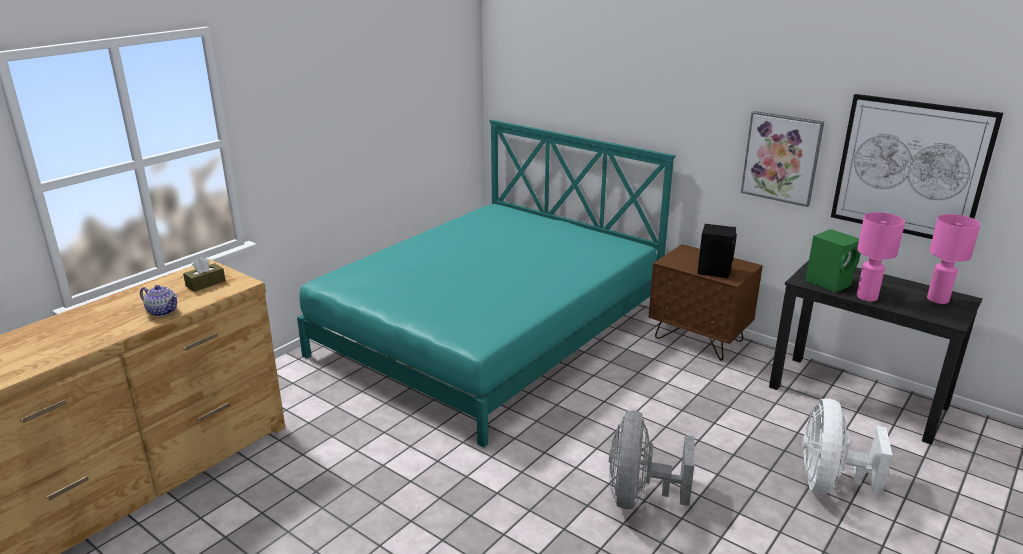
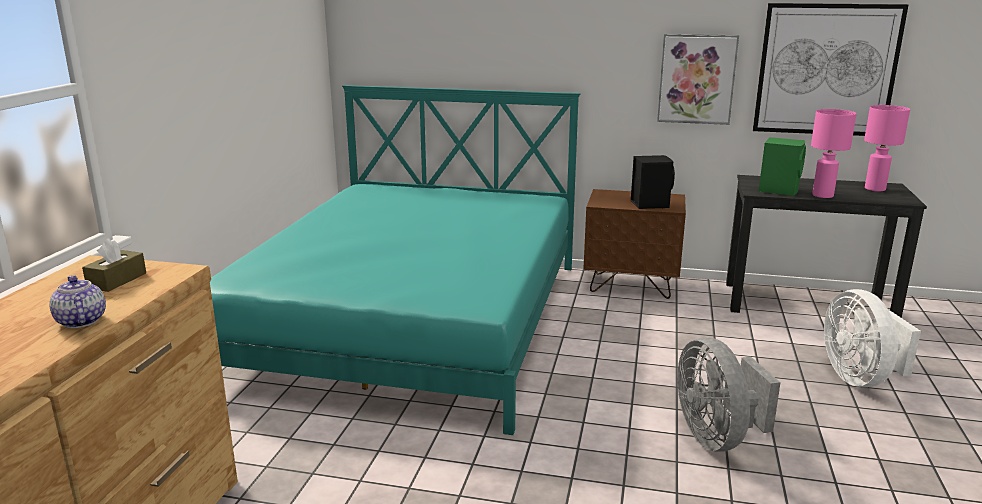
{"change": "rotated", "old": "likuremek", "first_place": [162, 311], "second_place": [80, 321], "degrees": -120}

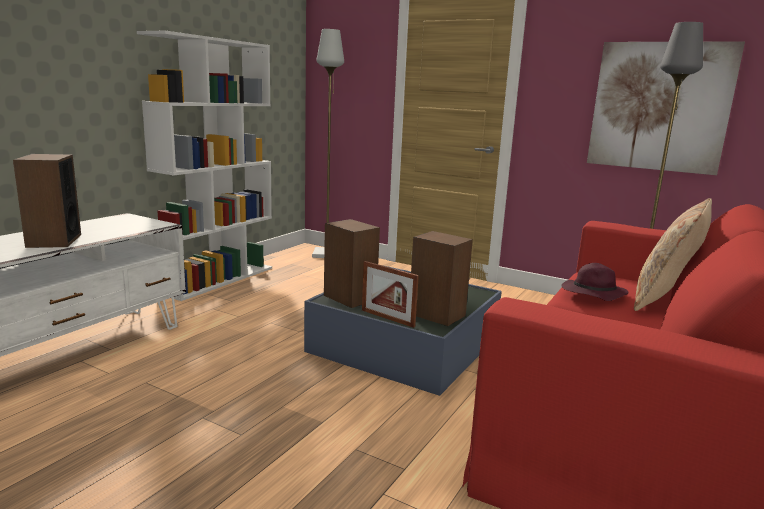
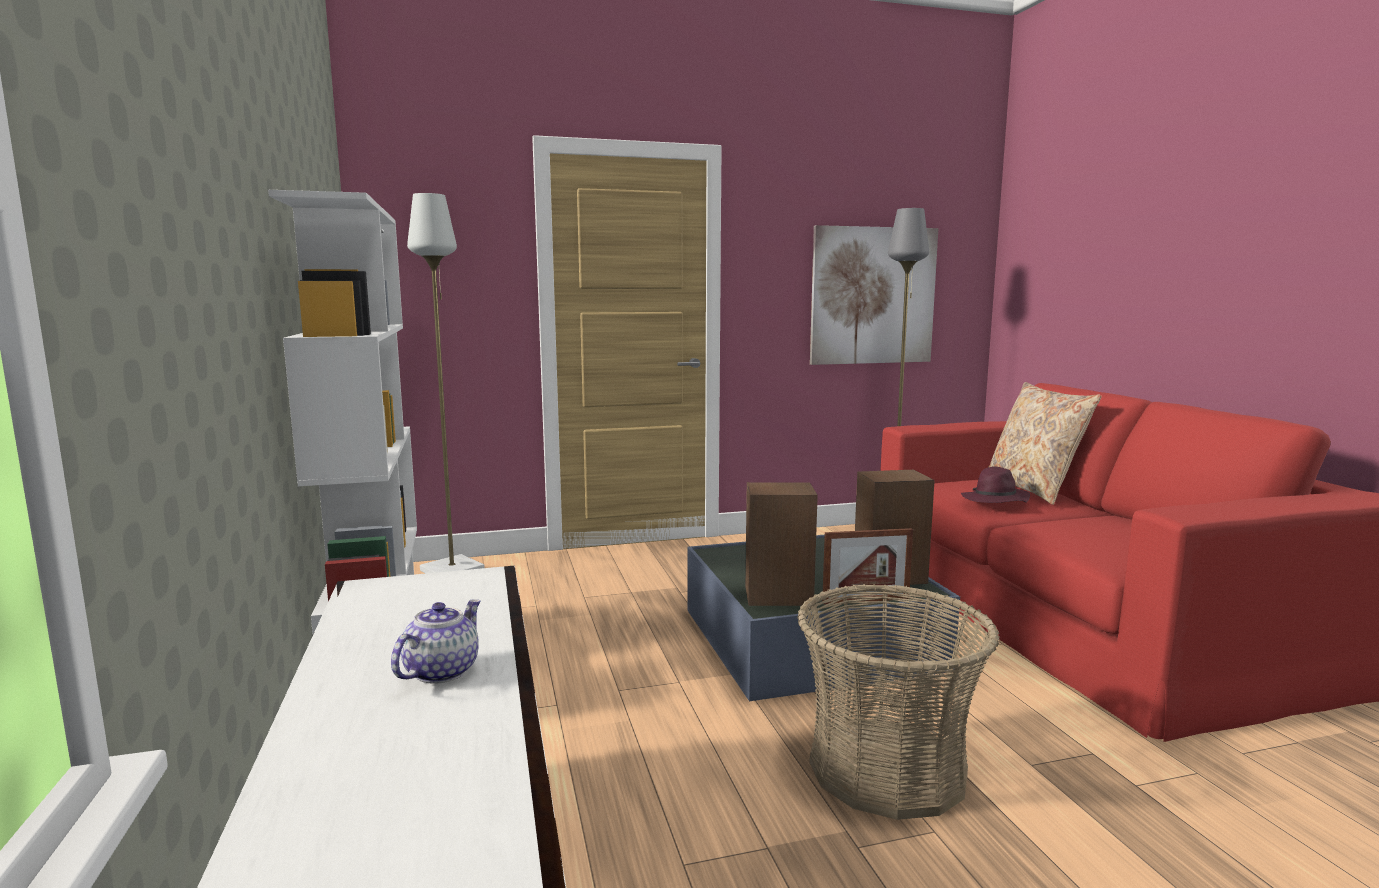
{"change": "swapped", "old": "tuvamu", "new": "likuremek", "first_place": [54, 241], "second_place": [441, 671]}
{"change": "new", "new": "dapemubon", "second_place": [886, 768]}

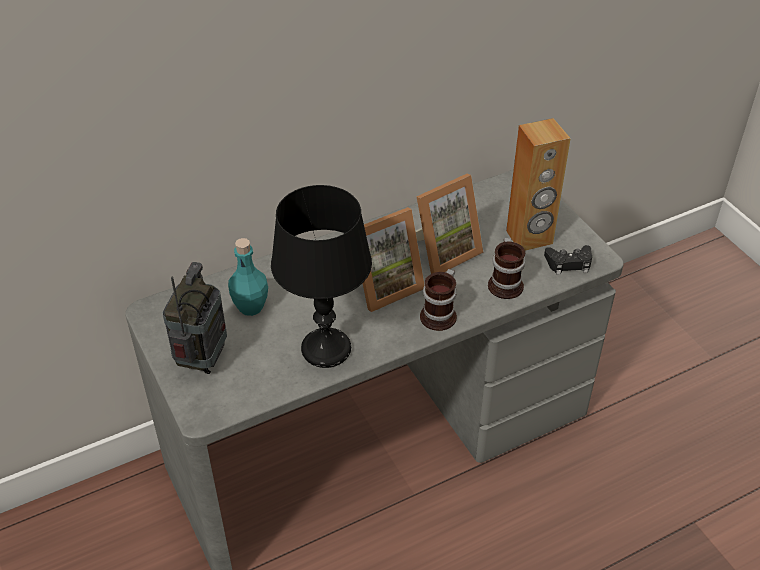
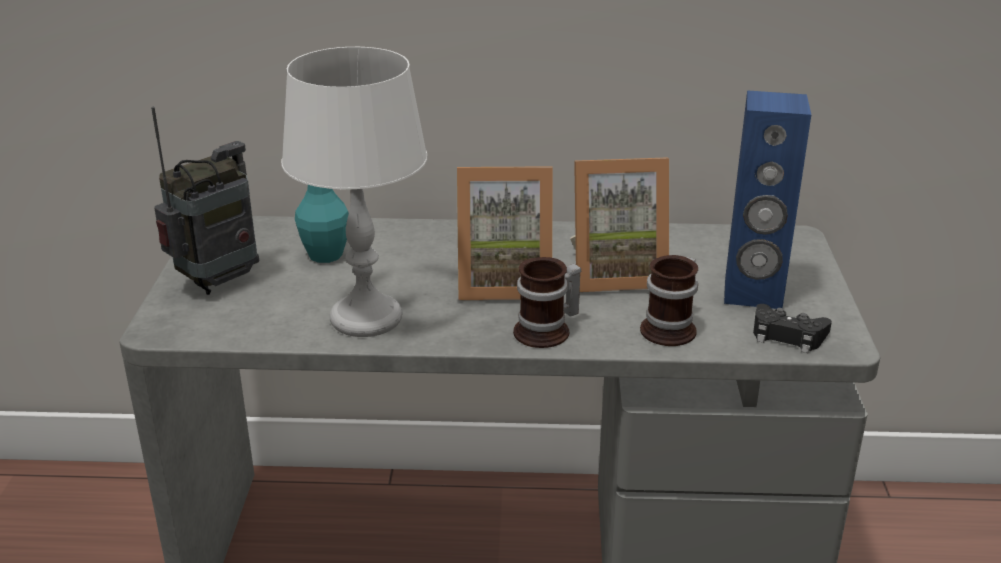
{"change": "repainted", "old": "tuvamu (brown)", "new": "tuvamu (blue)", "first_place": [529, 237], "second_place": [753, 294]}
{"change": "repainted", "old": "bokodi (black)", "new": "bokodi (white)", "first_place": [326, 350], "second_place": [365, 318]}

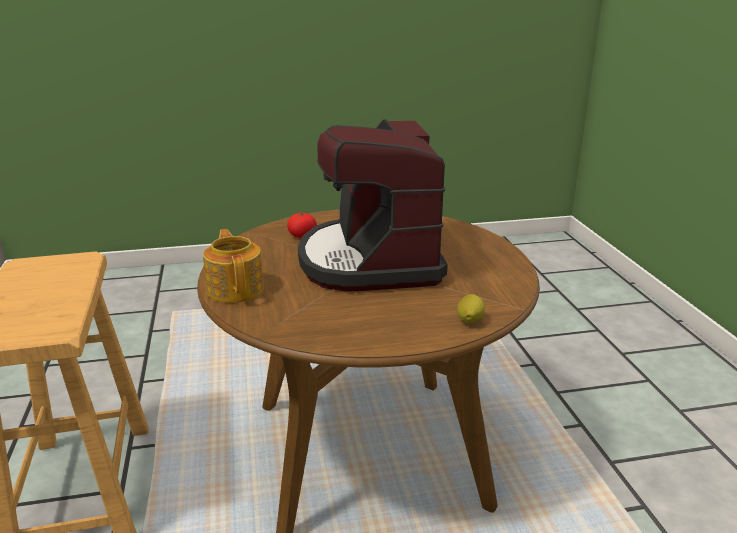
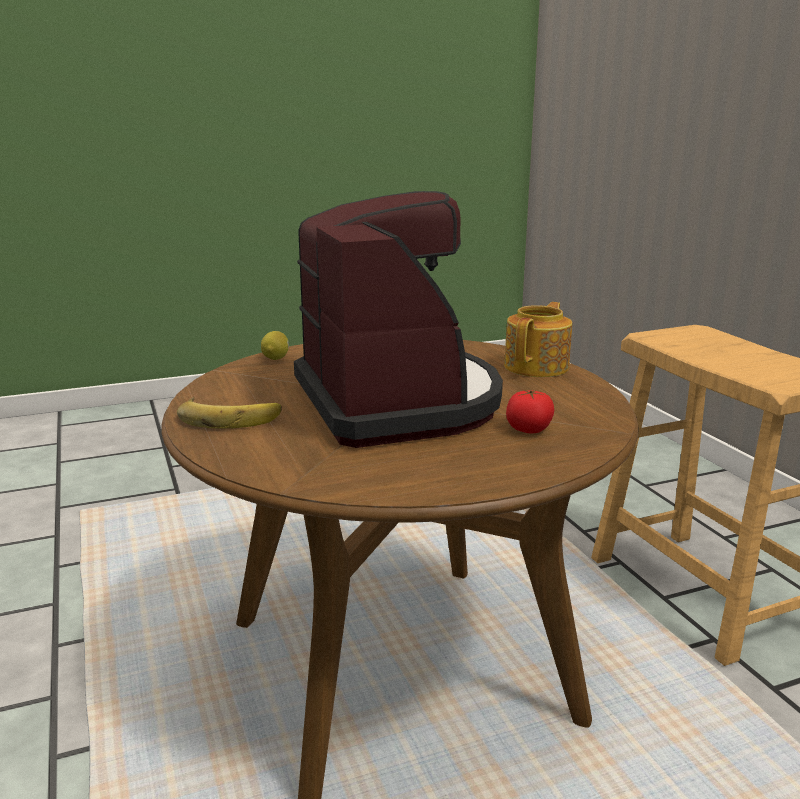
{"change": "rotated", "old": "likuremek", "first_place": [236, 289], "second_place": [537, 367], "degrees": -120}
{"change": "new", "new": "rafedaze", "second_place": [230, 416]}

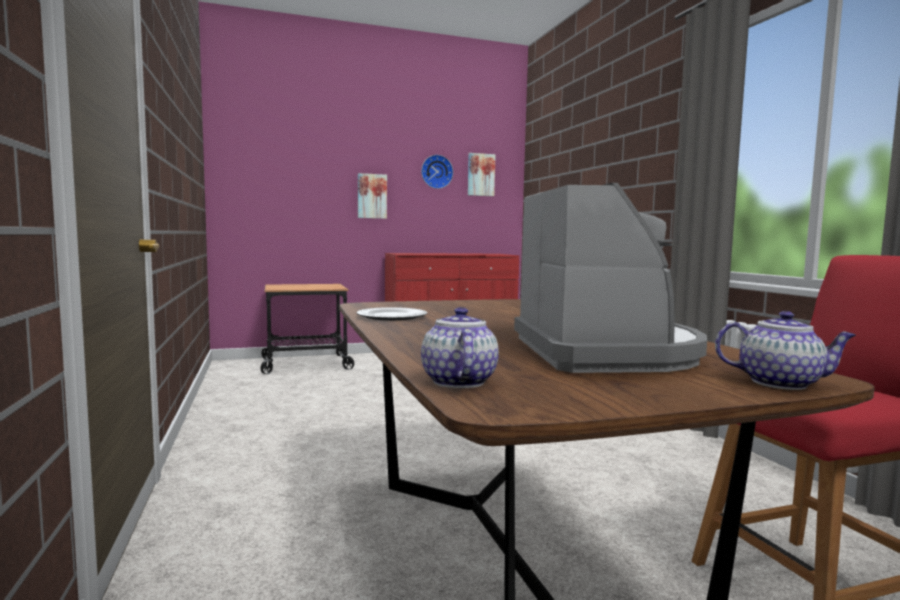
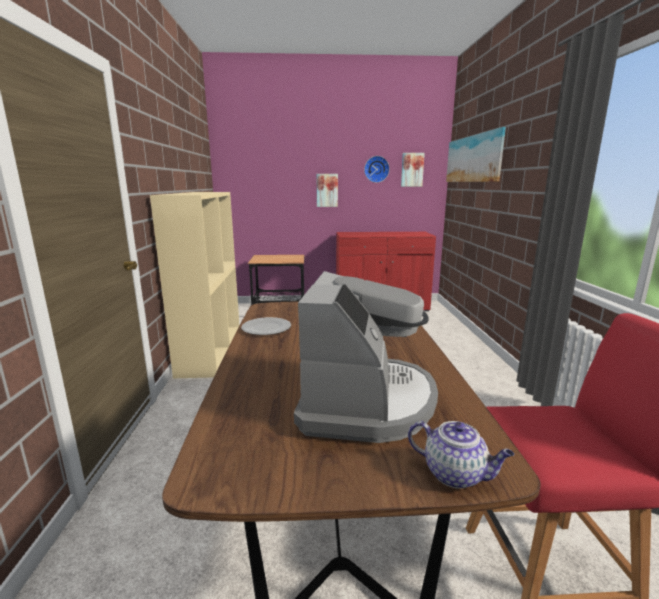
{"change": "gone", "old": "likuremek", "first_place": [457, 381]}
{"change": "new", "new": "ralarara", "second_place": [473, 159]}
{"change": "new", "new": "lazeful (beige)", "second_place": [210, 350]}

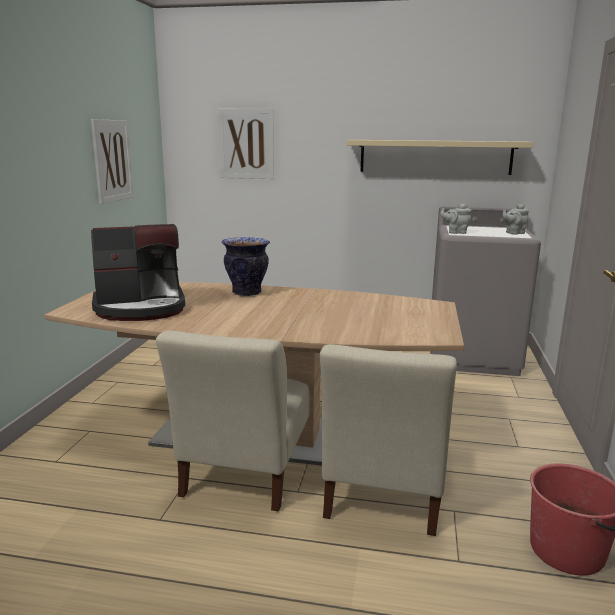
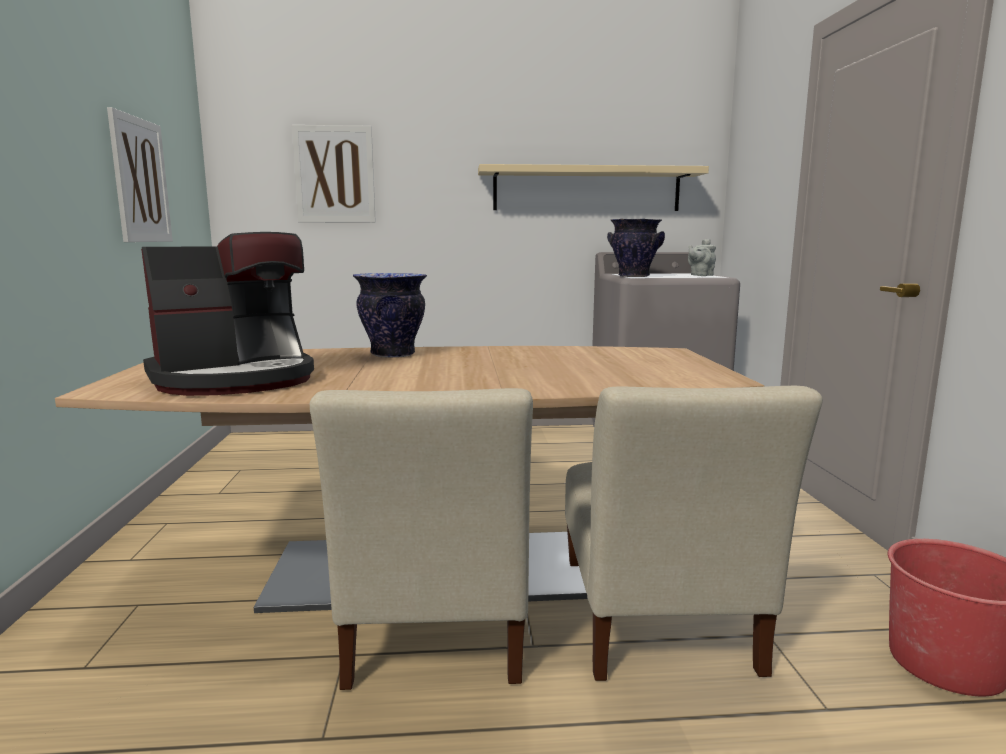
{"change": "swapped", "old": "likuremek (grey)", "new": "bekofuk", "first_place": [455, 232], "second_place": [634, 276]}

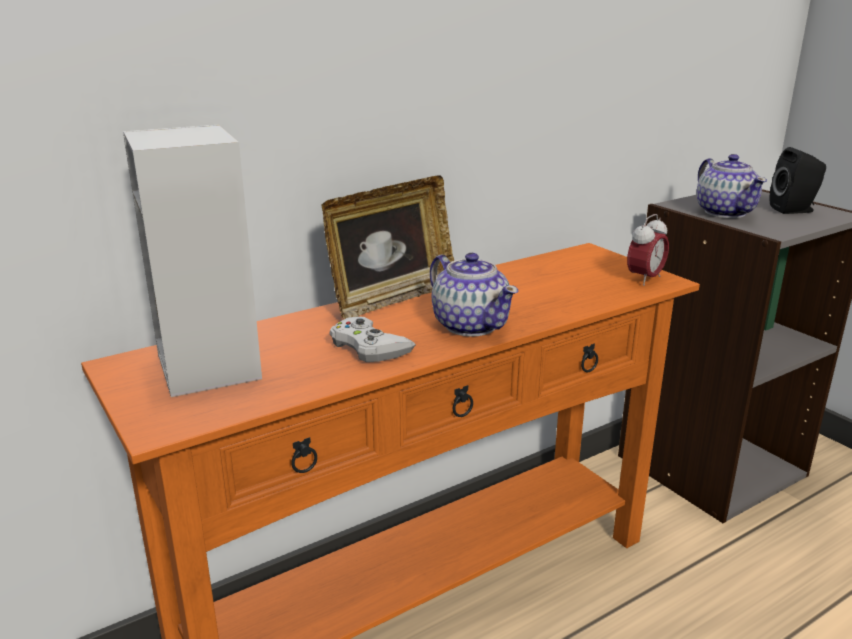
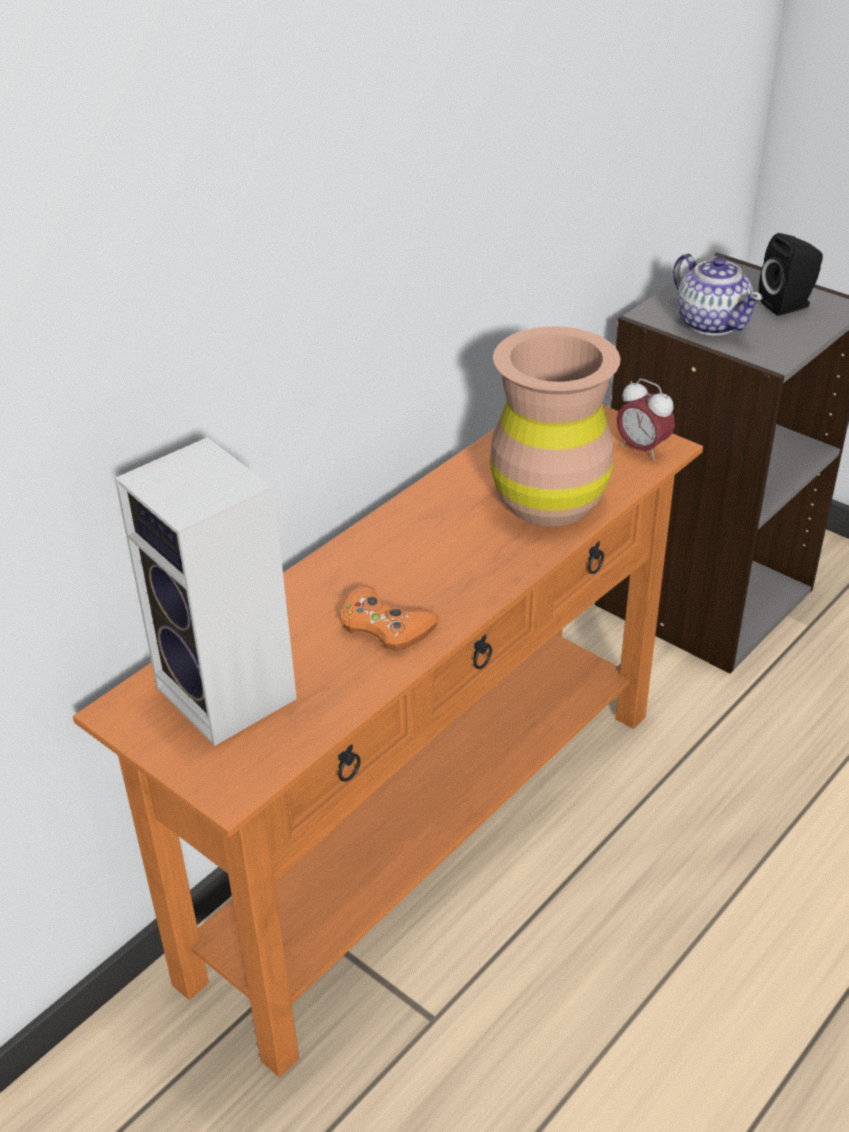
{"change": "gone", "old": "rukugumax", "first_place": [392, 298]}
{"change": "rotated", "old": "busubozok", "first_place": [644, 279], "second_place": [642, 449], "degrees": 105}
{"change": "gone", "old": "likuremek", "first_place": [470, 325]}
{"change": "repainted", "old": "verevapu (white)", "new": "verevapu (orange)", "first_place": [369, 347], "second_place": [385, 626]}
{"change": "new", "new": "bekofuk (brown)", "second_place": [549, 501]}

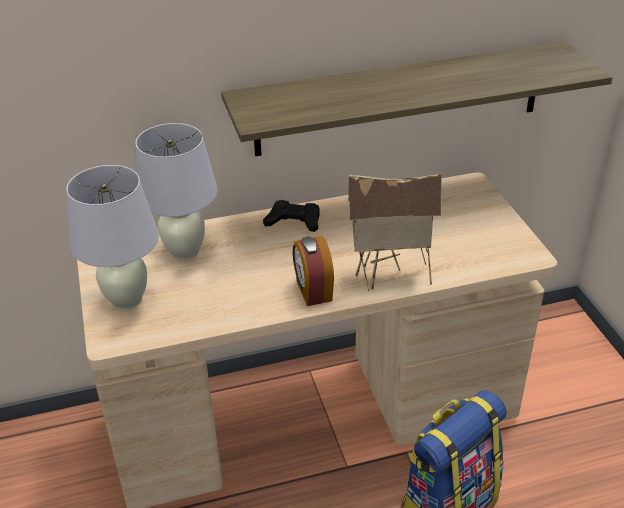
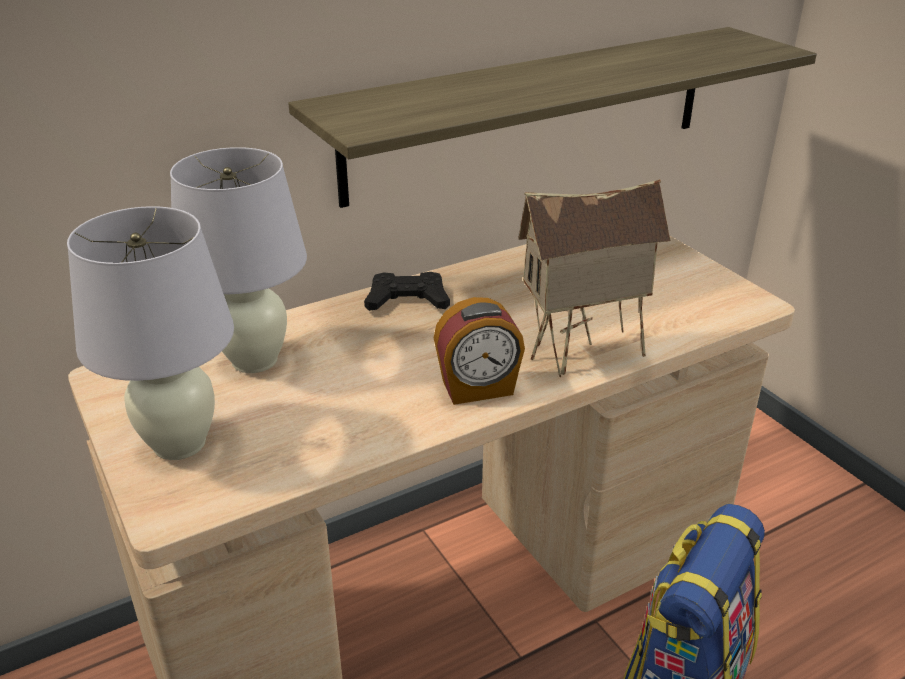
{"change": "rotated", "old": "busubozok", "first_place": [313, 291], "second_place": [478, 389], "degrees": -75}

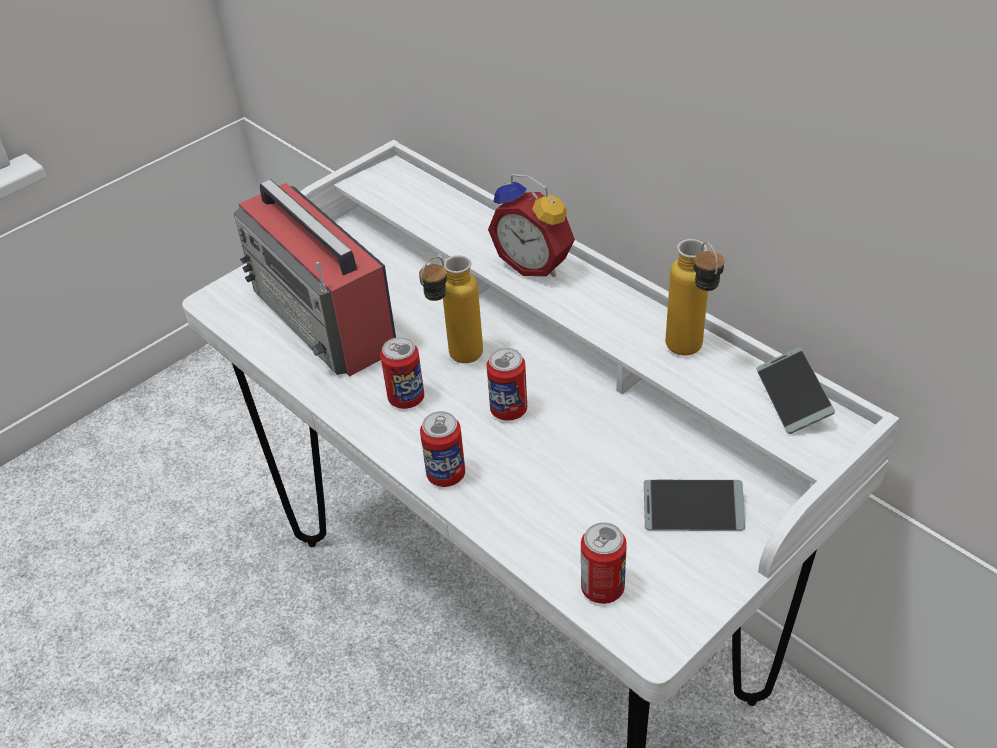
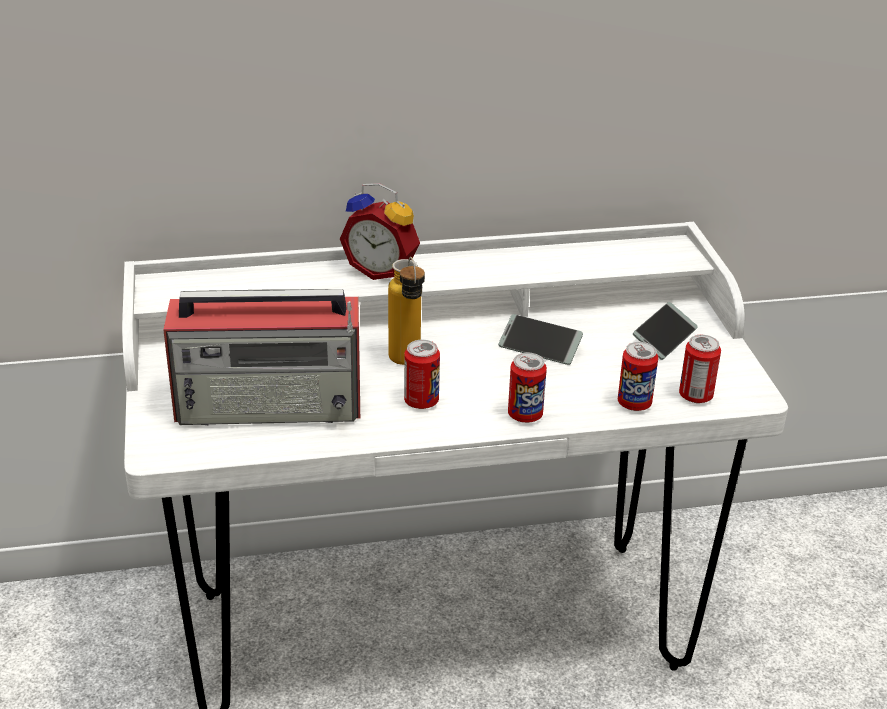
{"change": "rotated", "old": "busubozok", "first_place": [535, 264], "second_place": [382, 270], "degrees": 45}
{"change": "gone", "old": "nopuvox", "first_place": [690, 355]}
{"change": "shifted", "old": "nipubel", "first_place": [792, 397], "second_place": [539, 347]}
{"change": "shifted", "old": "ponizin", "first_place": [508, 410], "second_place": [634, 404]}

